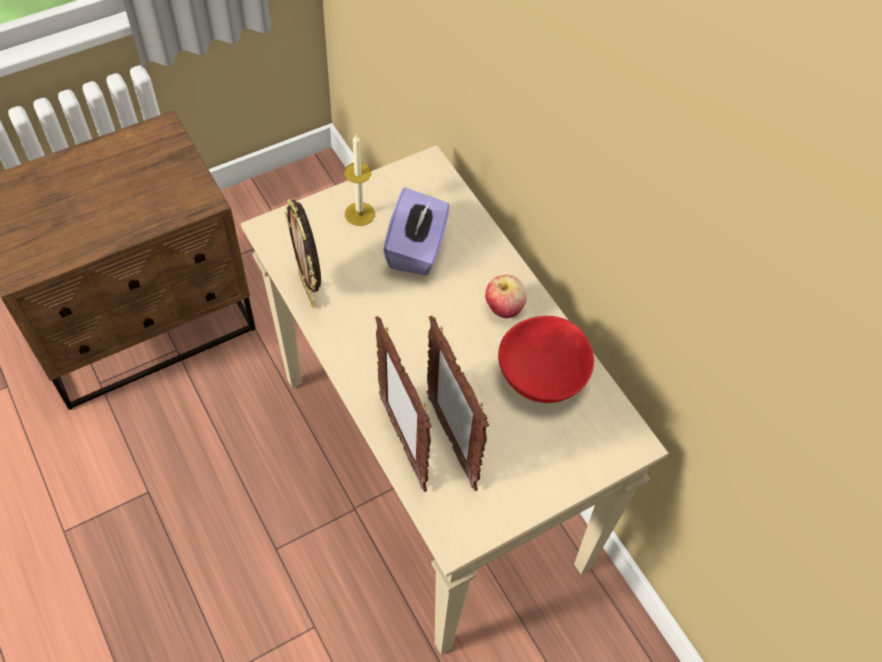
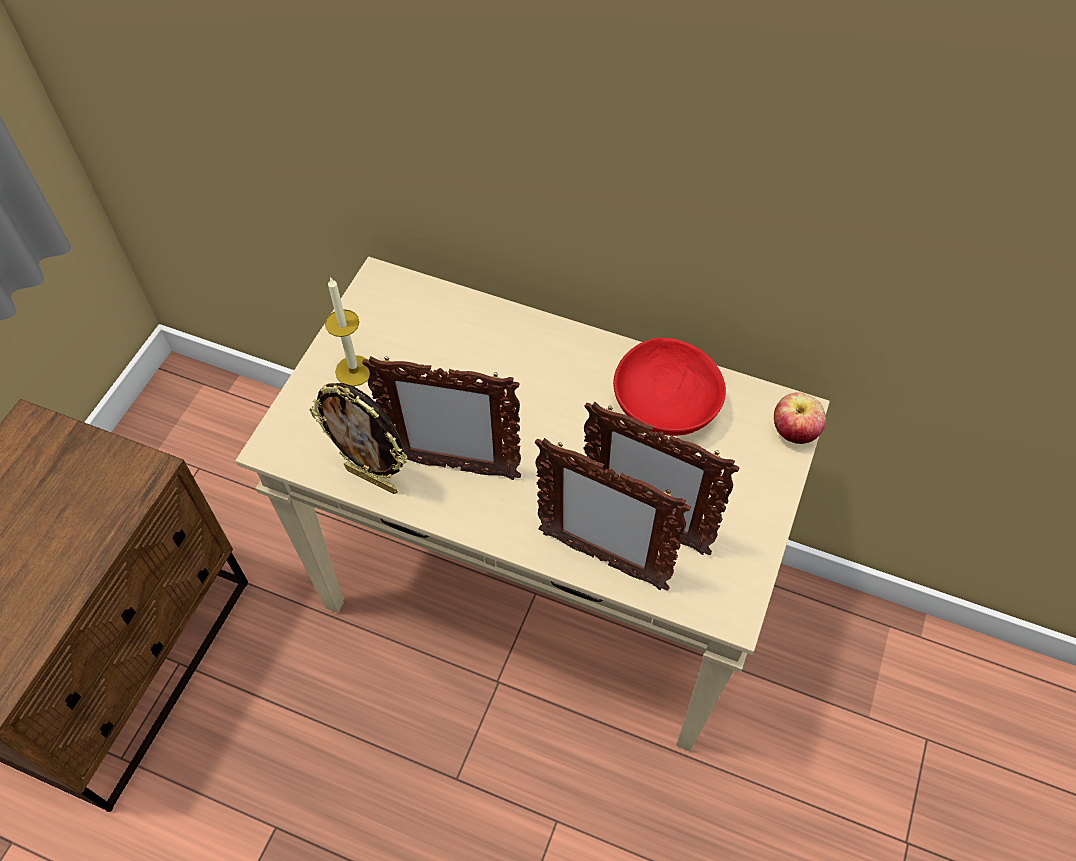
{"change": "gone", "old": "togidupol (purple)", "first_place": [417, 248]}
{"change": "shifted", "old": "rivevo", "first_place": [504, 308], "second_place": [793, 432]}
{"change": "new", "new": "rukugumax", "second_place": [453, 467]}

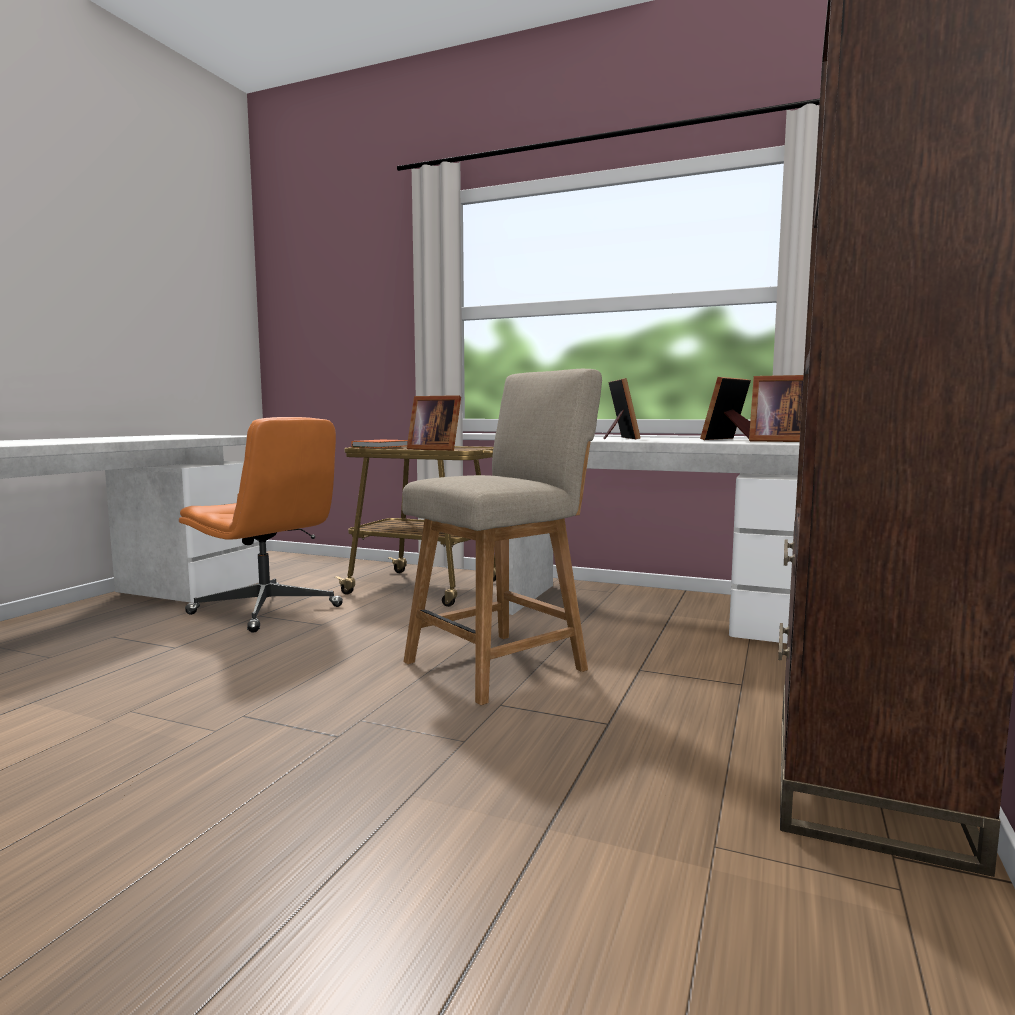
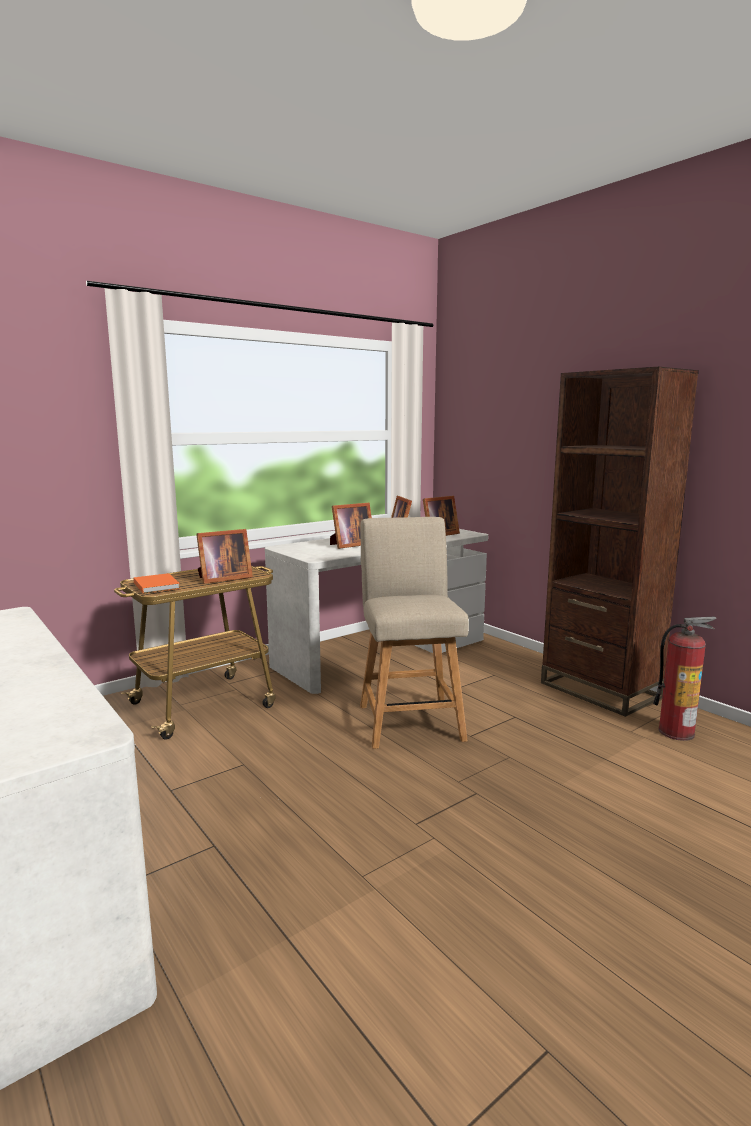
{"change": "rotated", "old": "rukugumax", "first_place": [618, 438], "second_place": [350, 545], "degrees": 120}
{"change": "gone", "old": "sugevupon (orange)", "first_place": [267, 610]}
{"change": "new", "new": "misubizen", "second_place": [676, 732]}

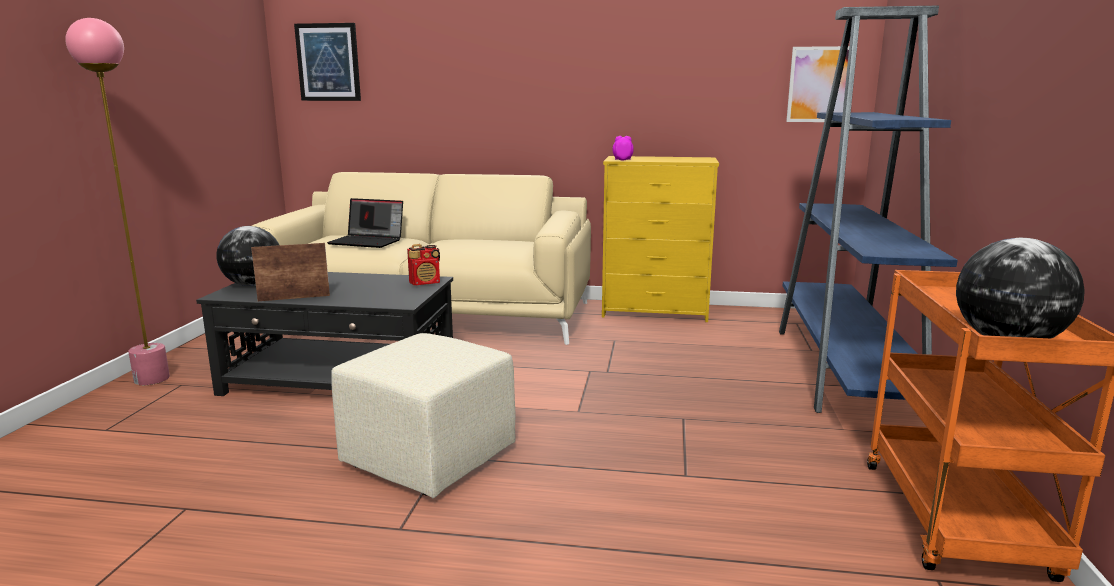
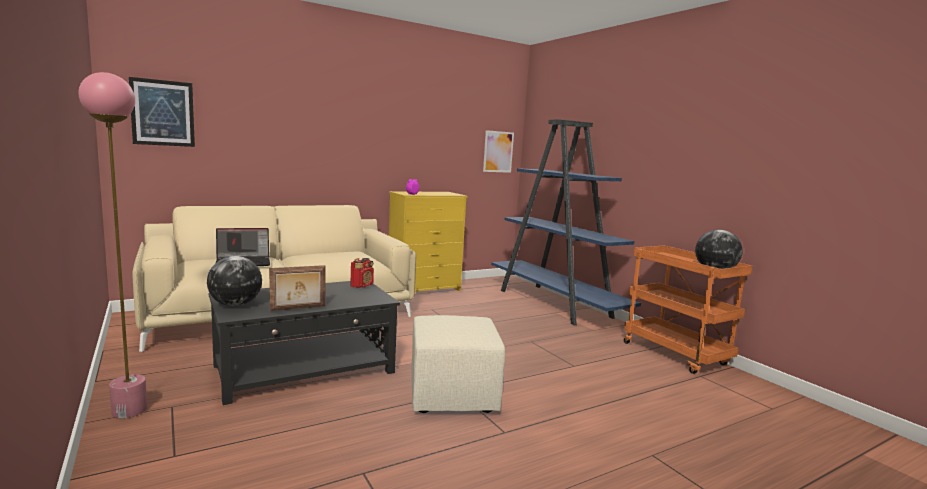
{"change": "rotated", "old": "rukugumax", "first_place": [294, 298], "second_place": [298, 308], "degrees": -150}

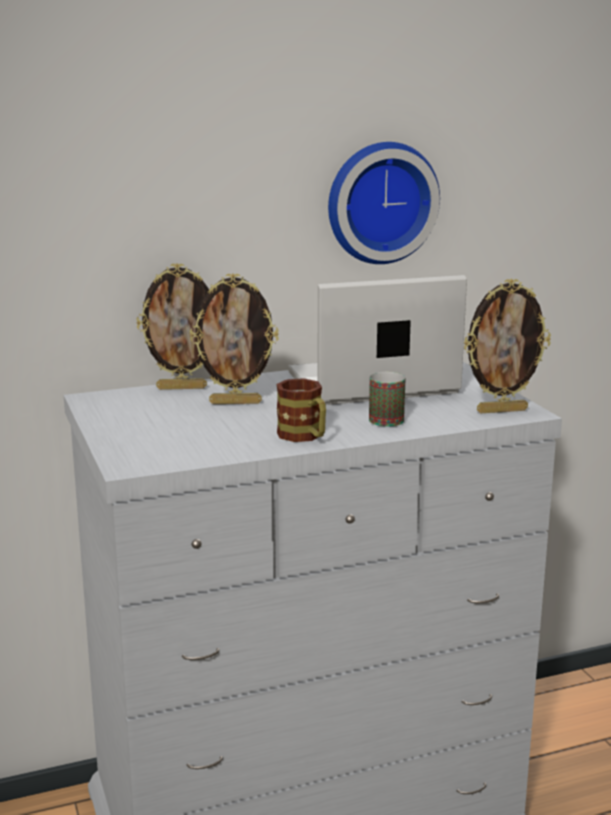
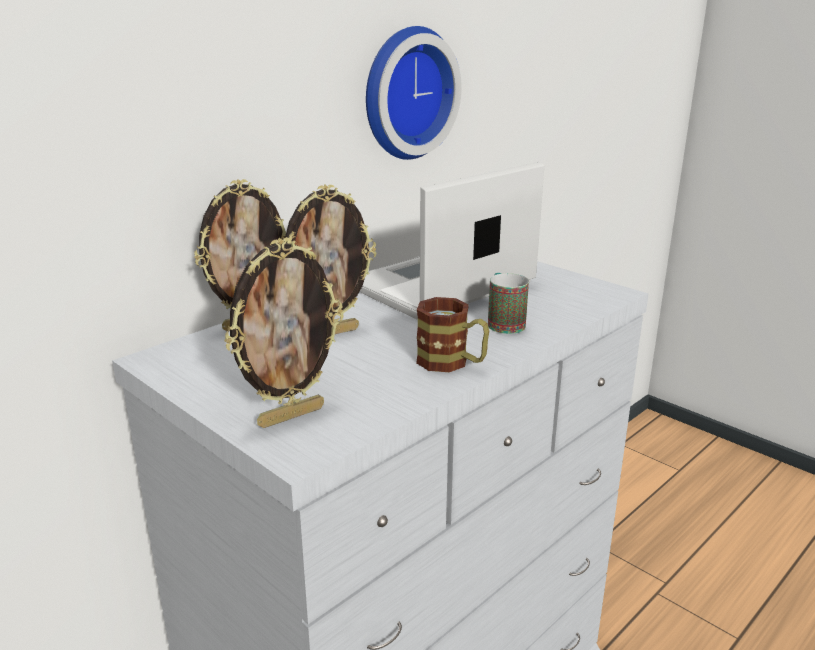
{"change": "shifted", "old": "rukugumax", "first_place": [501, 410], "second_place": [291, 415]}

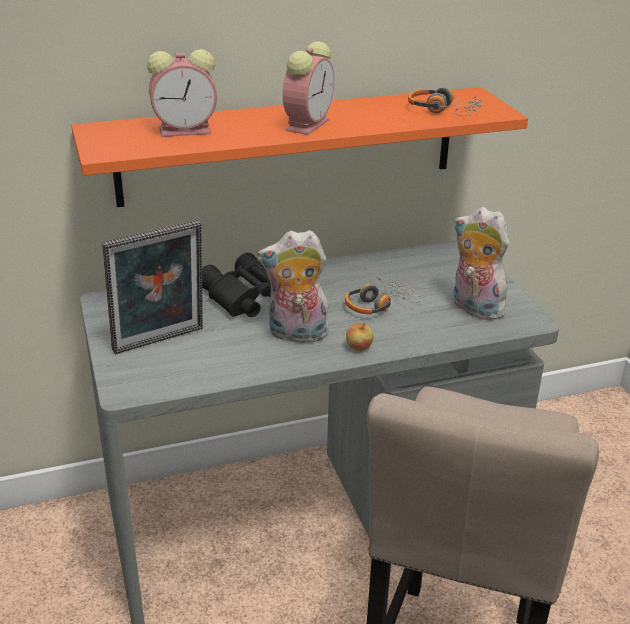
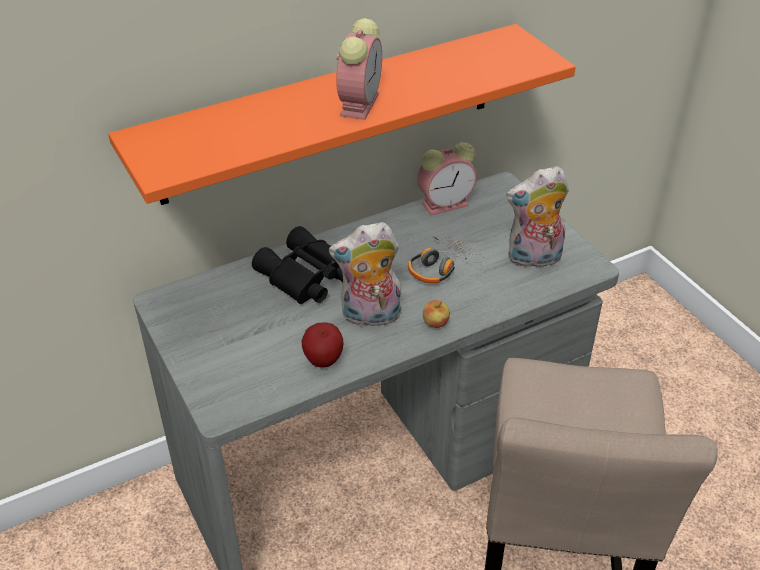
{"change": "shifted", "old": "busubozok", "first_place": [187, 130], "second_place": [446, 203]}
{"change": "gone", "old": "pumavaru", "first_place": [443, 110]}
{"change": "rotated", "old": "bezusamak", "first_place": [473, 308], "second_place": [533, 259], "degrees": -45}
{"change": "gone", "old": "rukugumax", "first_place": [160, 342]}
{"change": "new", "new": "rivevo", "second_place": [323, 361]}

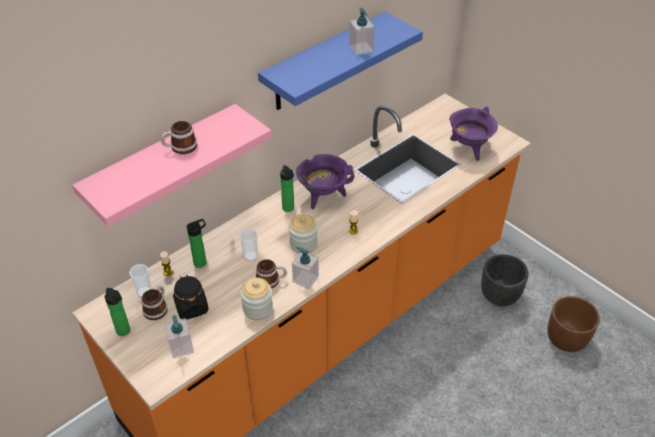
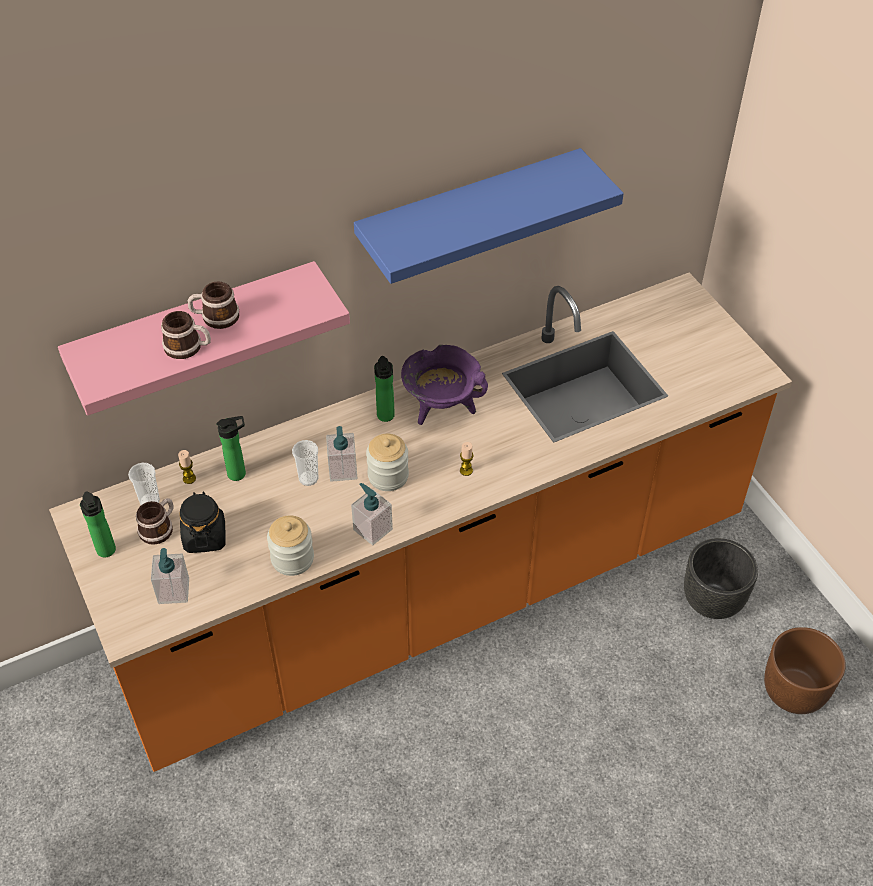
{"change": "shifted", "old": "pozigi", "first_place": [361, 48], "second_place": [343, 470]}
{"change": "gone", "old": "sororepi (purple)", "first_place": [469, 149]}
{"change": "shifted", "old": "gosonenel", "first_place": [271, 280], "second_place": [188, 347]}

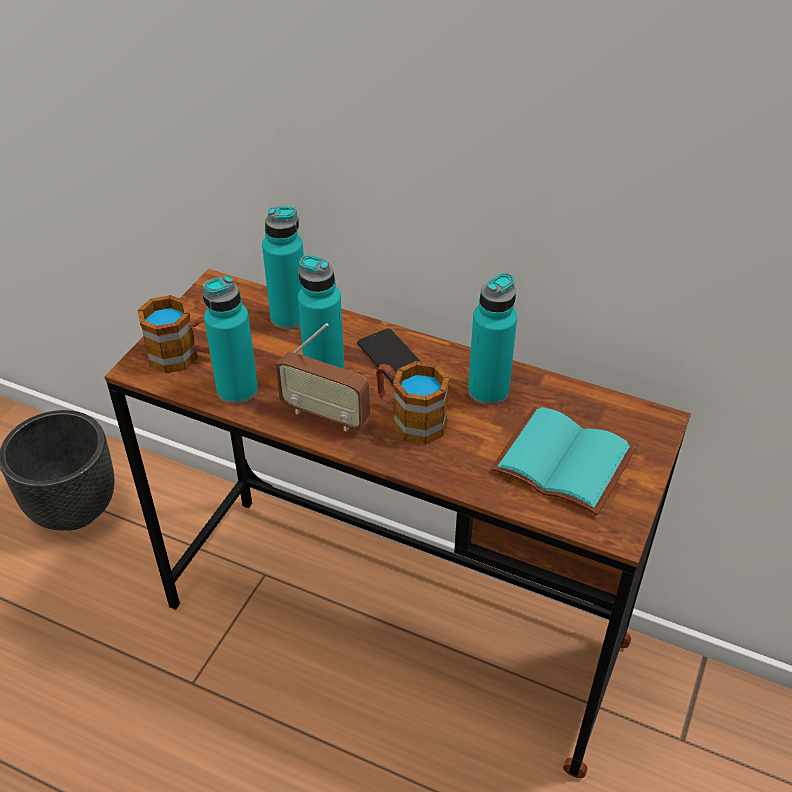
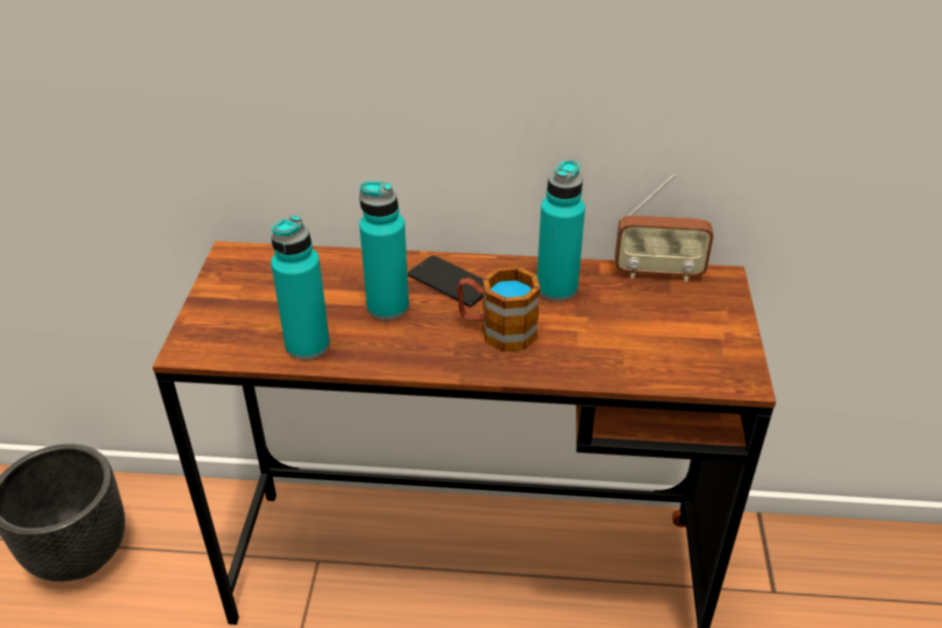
{"change": "gone", "old": "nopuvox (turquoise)", "first_place": [289, 317]}
{"change": "gone", "old": "gosonenel", "first_place": [184, 356]}
{"change": "shifted", "old": "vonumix", "first_place": [325, 415], "second_place": [658, 273]}
{"change": "gone", "old": "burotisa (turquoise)", "first_place": [566, 460]}

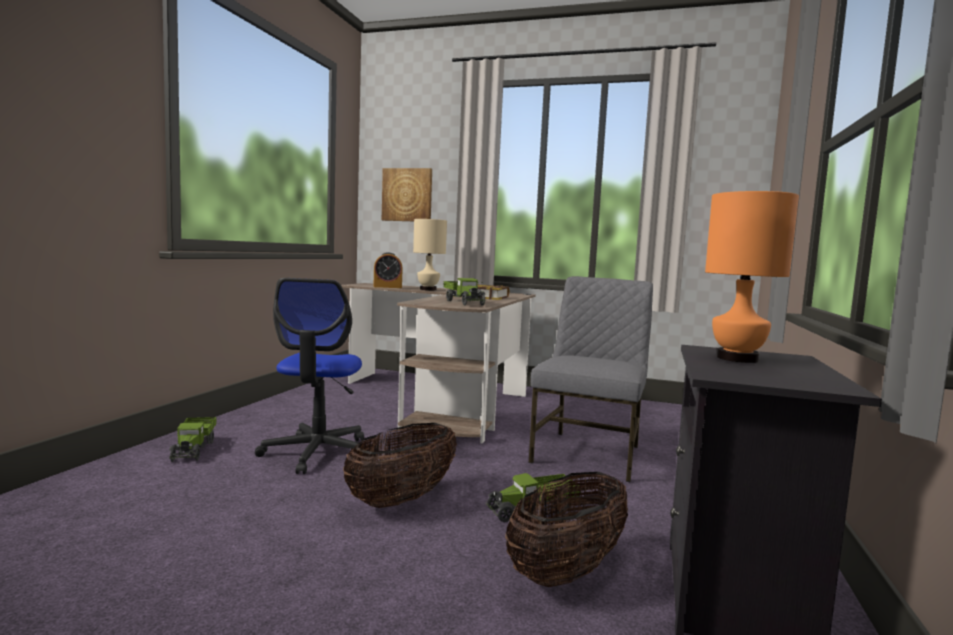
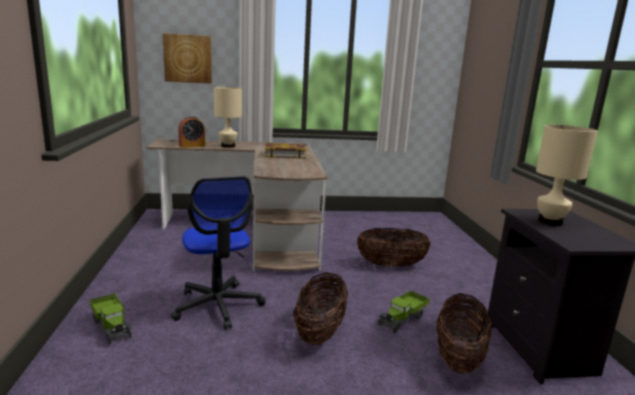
{"change": "repainted", "old": "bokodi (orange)", "new": "bokodi (beige)", "first_place": [736, 358], "second_place": [549, 221]}
{"change": "swapped", "old": "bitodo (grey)", "new": "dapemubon", "first_place": [589, 454], "second_place": [391, 265]}
{"change": "gone", "old": "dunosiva", "first_place": [464, 302]}

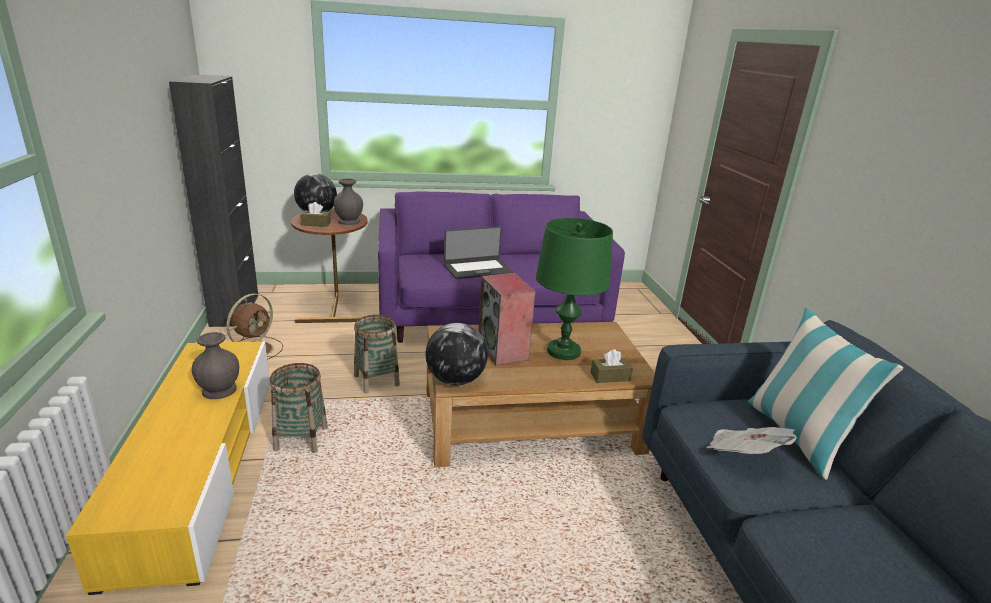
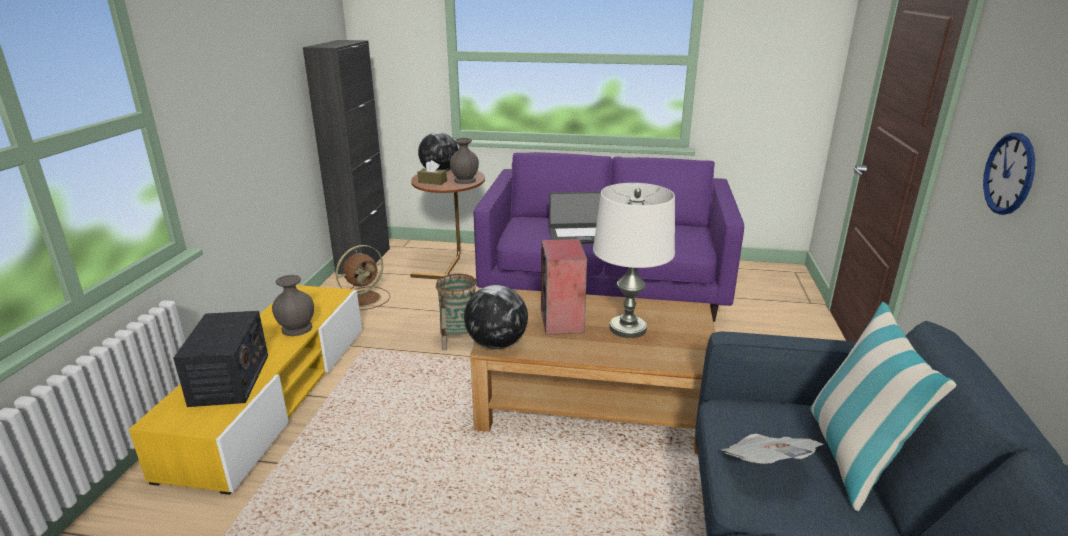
{"change": "repainted", "old": "bokodi (green)", "new": "bokodi (white)", "first_place": [563, 351], "second_place": [627, 328]}
{"change": "gone", "old": "togidupol (brown)", "first_place": [610, 377]}
{"change": "gone", "old": "dapemubon", "first_place": [301, 439]}
{"change": "new", "new": "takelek", "second_place": [1009, 174]}
{"change": "new", "new": "vonumix", "second_place": [230, 380]}

